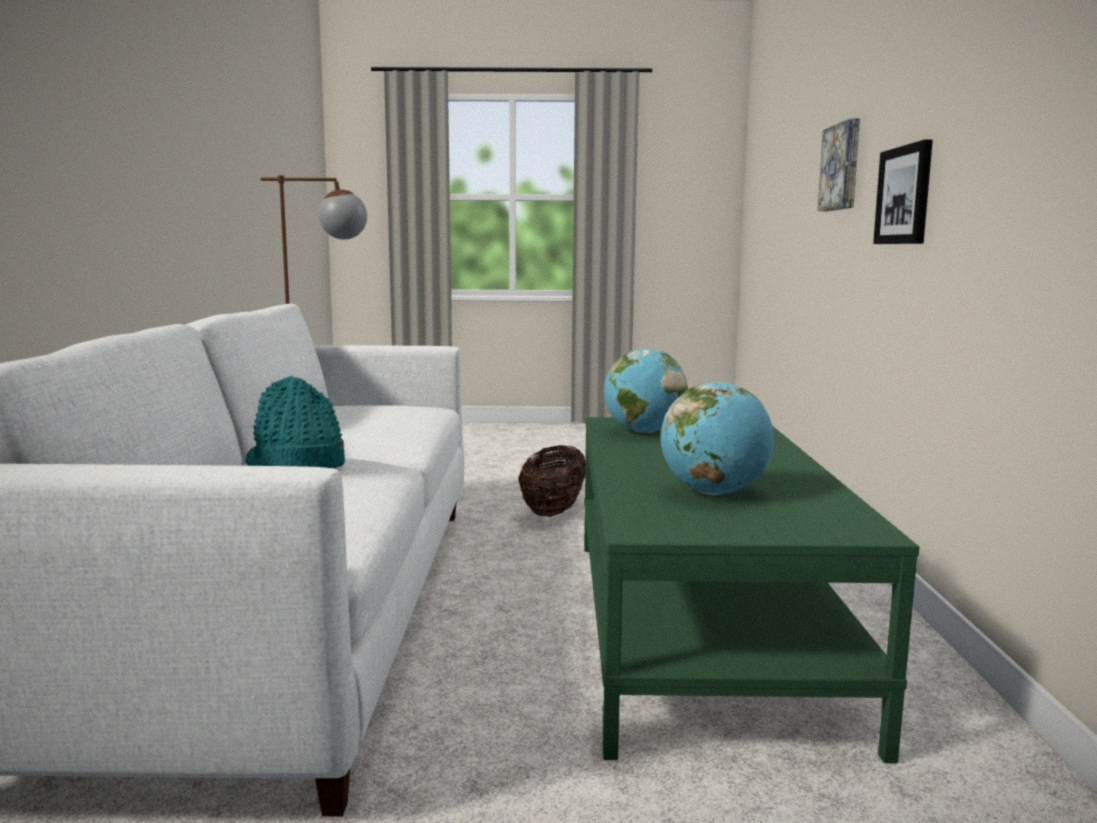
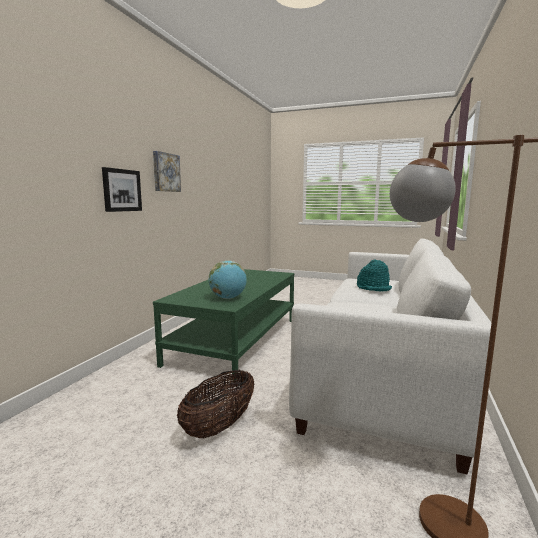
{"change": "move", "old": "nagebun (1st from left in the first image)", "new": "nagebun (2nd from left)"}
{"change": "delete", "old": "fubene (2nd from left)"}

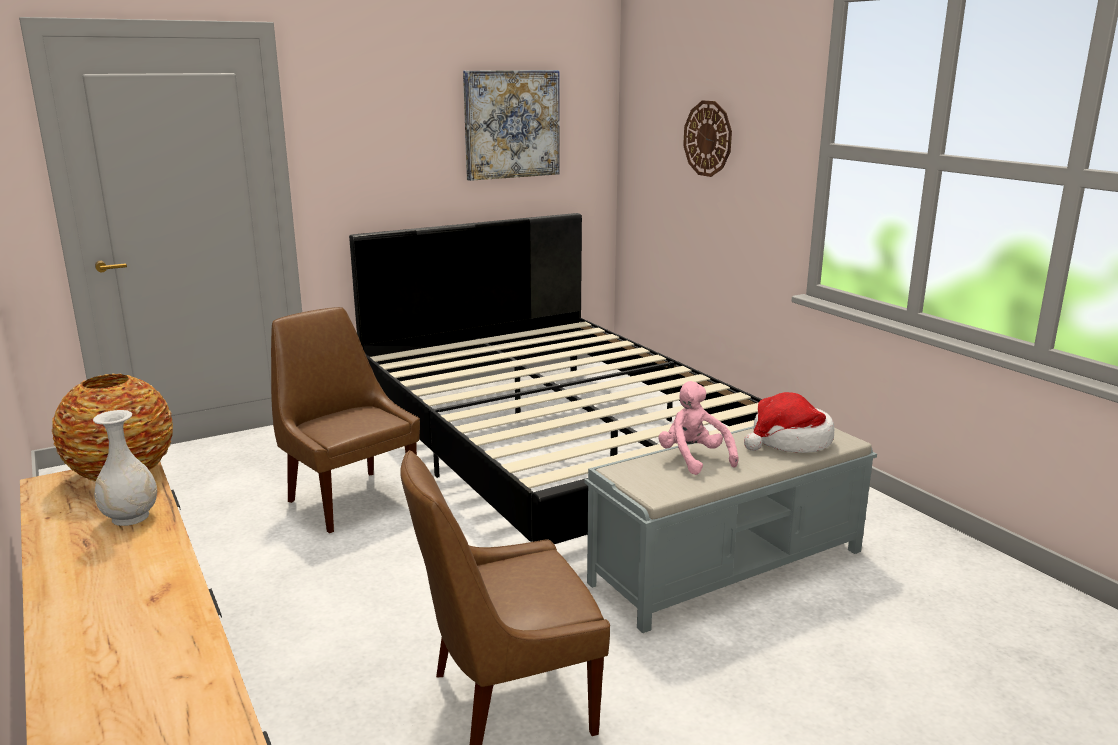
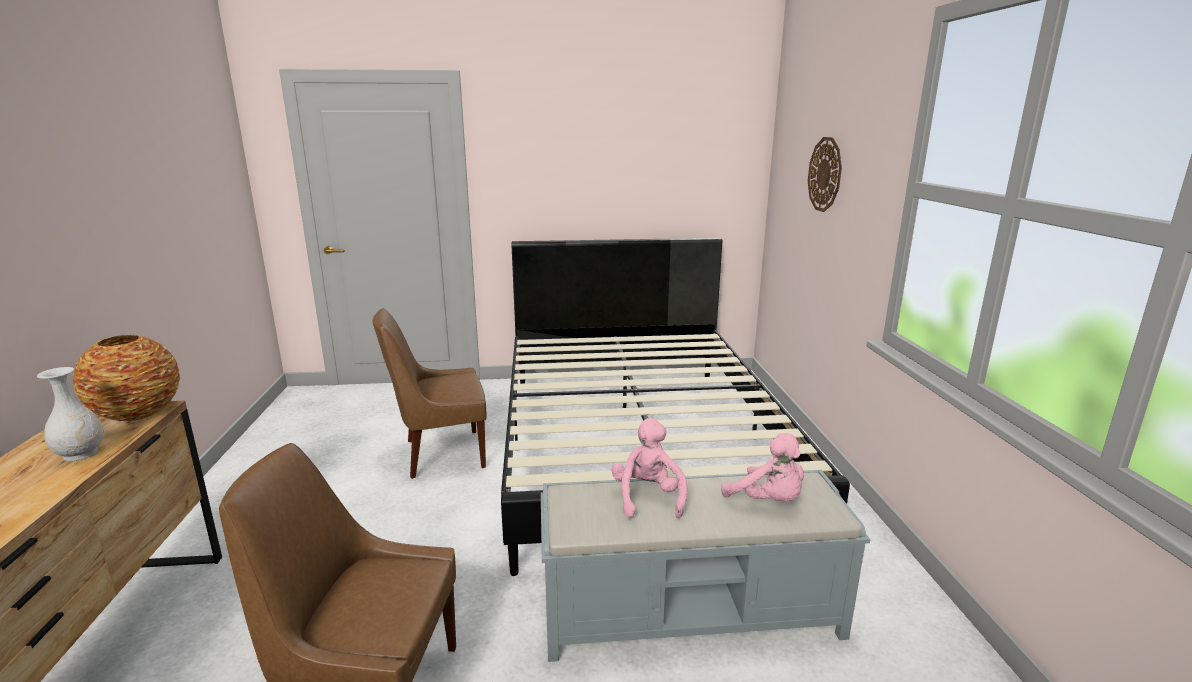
{"change": "rotate", "old": "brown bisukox (1st from left in the first image)", "degrees": -90}
{"change": "replace", "old": "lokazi", "new": "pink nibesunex (2nd from left)"}
{"change": "delete", "old": "nagebun"}

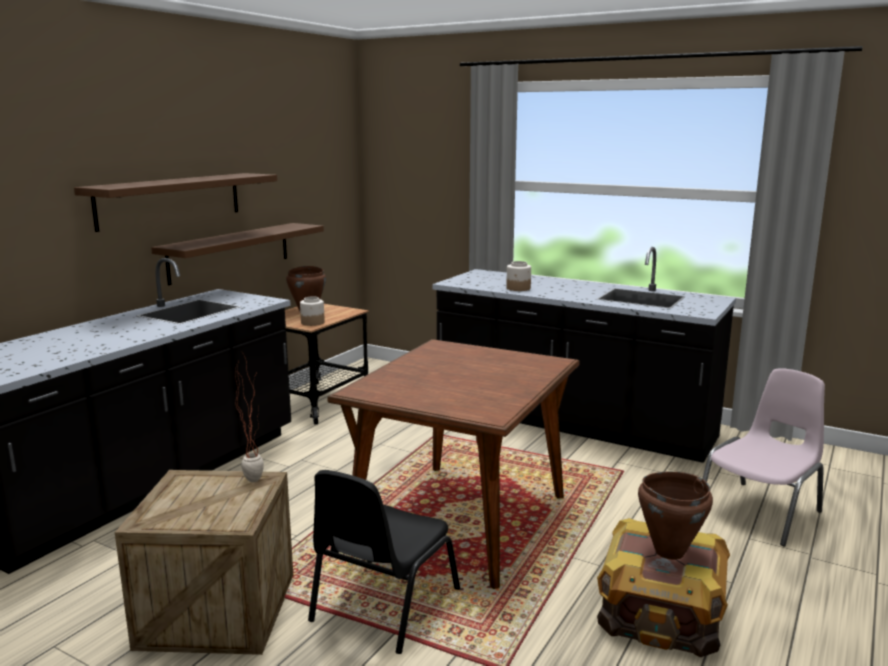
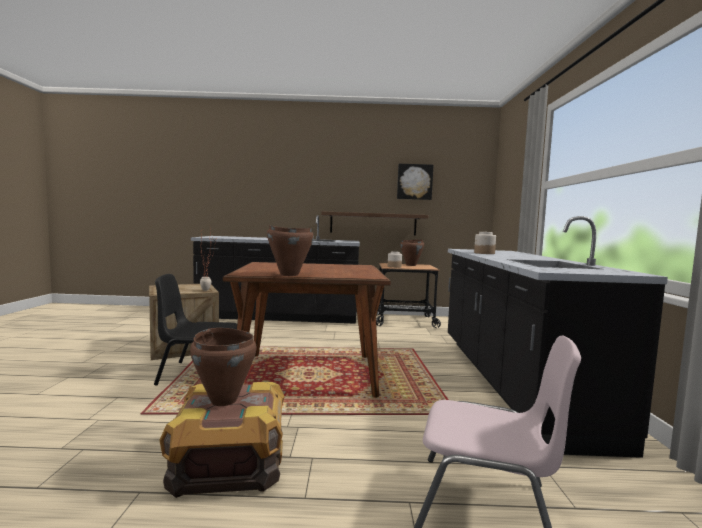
{"change": "insert", "new": "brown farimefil (2nd from left)"}
{"change": "insert", "new": "nagebun"}
{"change": "delete", "old": "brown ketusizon (1st from left)"}

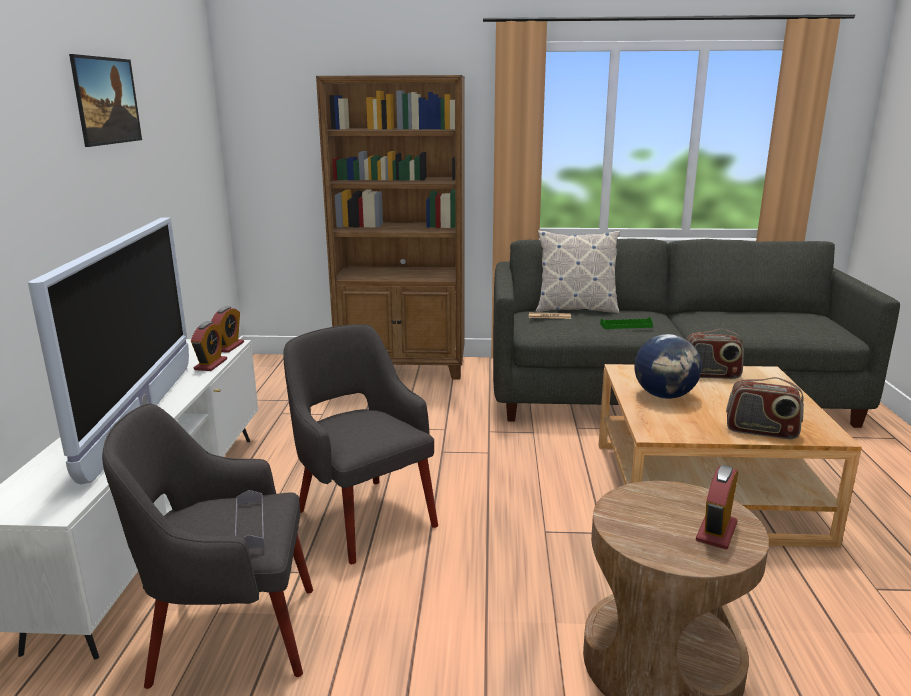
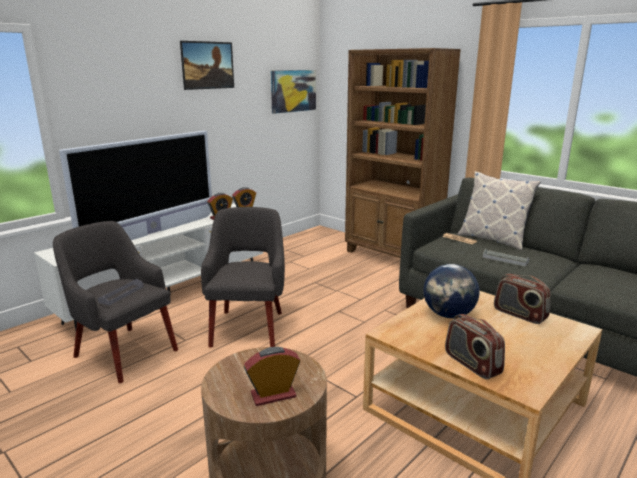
{"change": "insert", "new": "nagebun (2nd from left)"}
{"change": "recolor", "old": "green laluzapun", "new": "grey laluzapun (2nd from left)"}

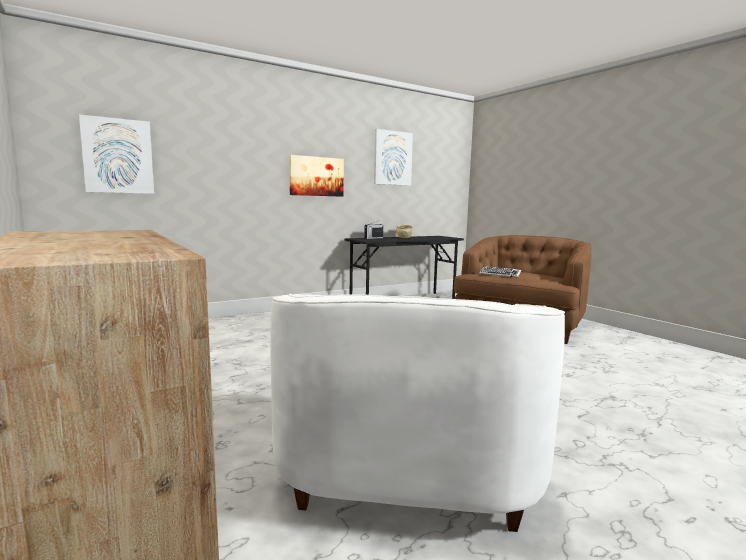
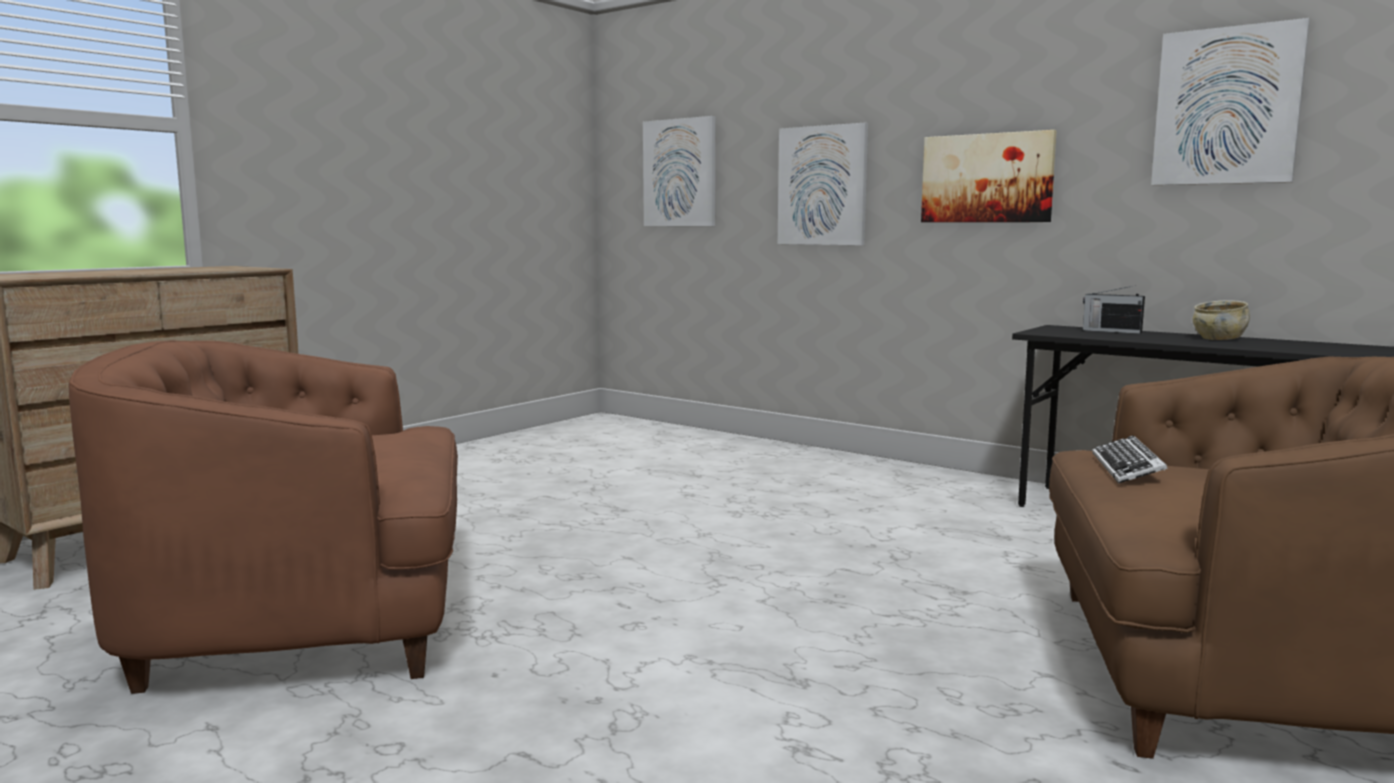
{"change": "recolor", "old": "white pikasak", "new": "brown pikasak (1st from left)"}
{"change": "insert", "new": "nagebun (2nd from left)"}

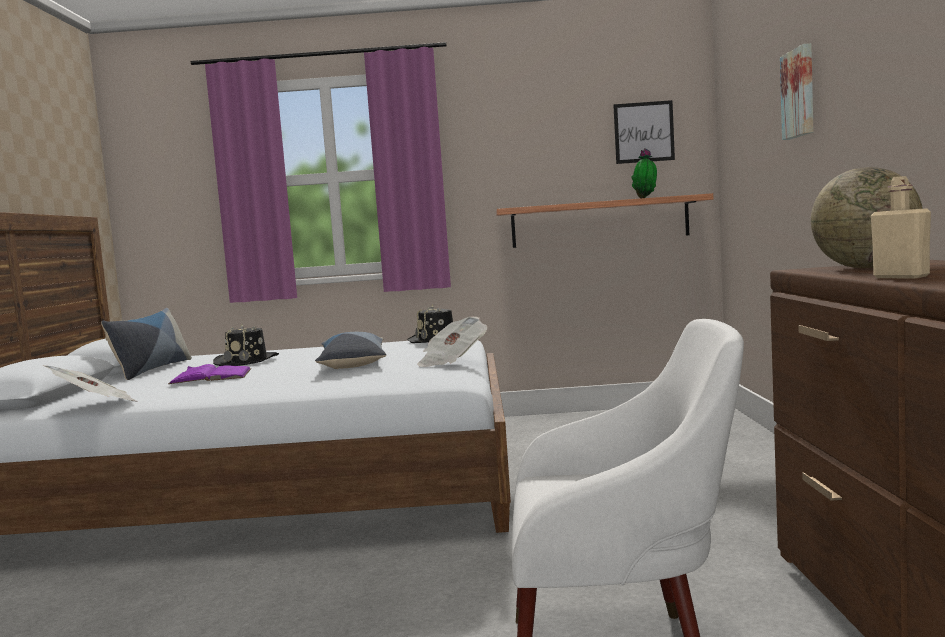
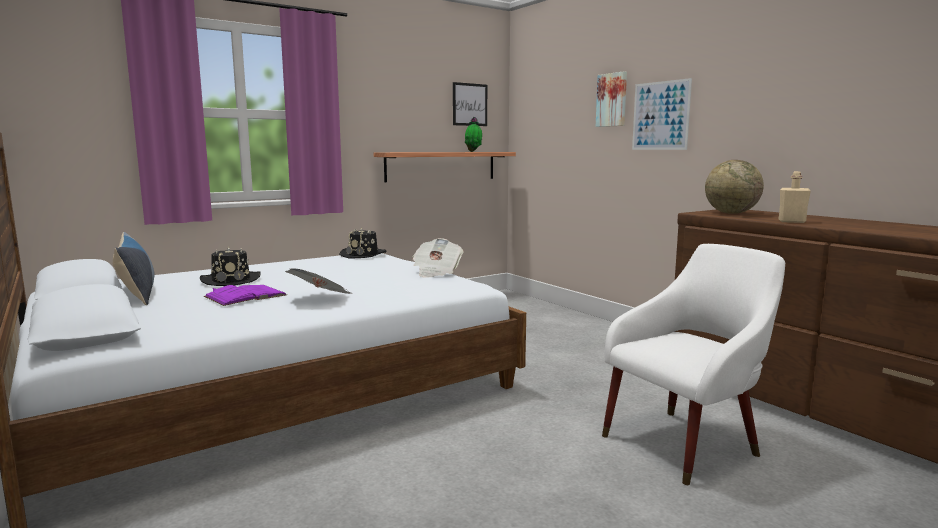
{"change": "move", "old": "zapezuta (1st from left)"}
{"change": "insert", "new": "nagebun (3rd from left)"}
{"change": "delete", "old": "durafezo (2nd from left)"}

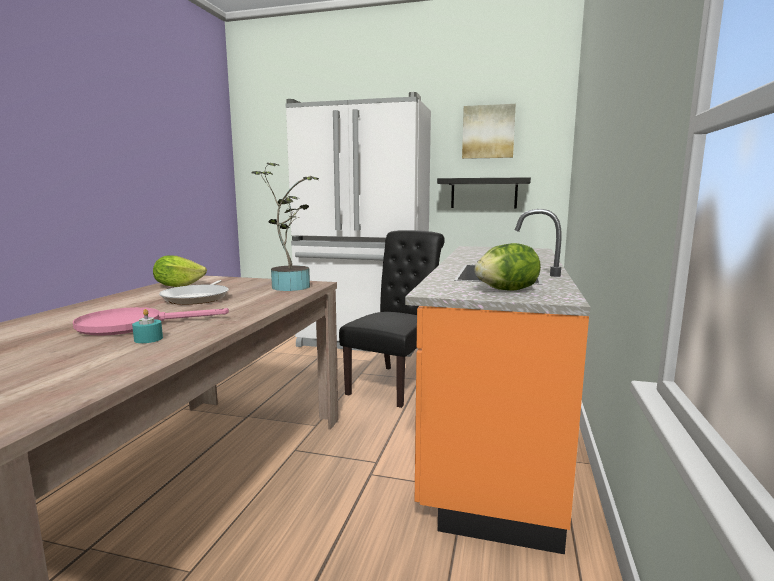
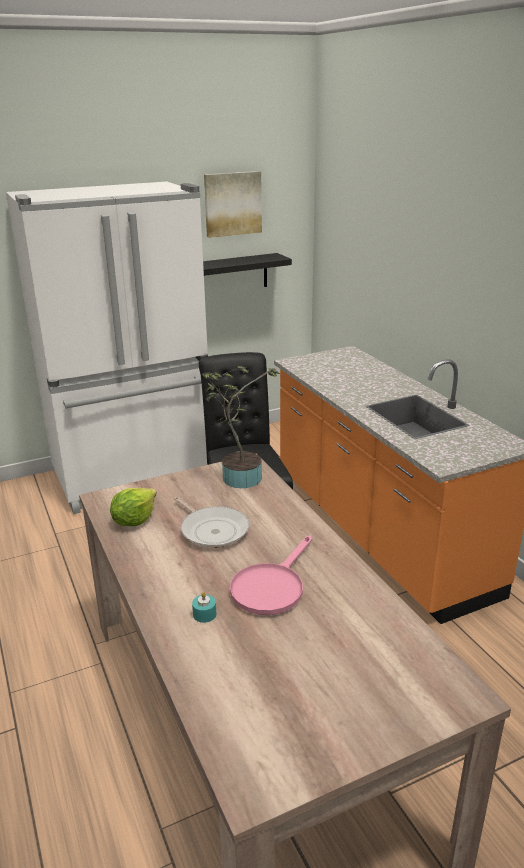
{"change": "move", "old": "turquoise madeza"}
{"change": "delete", "old": "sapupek (2nd from left)"}

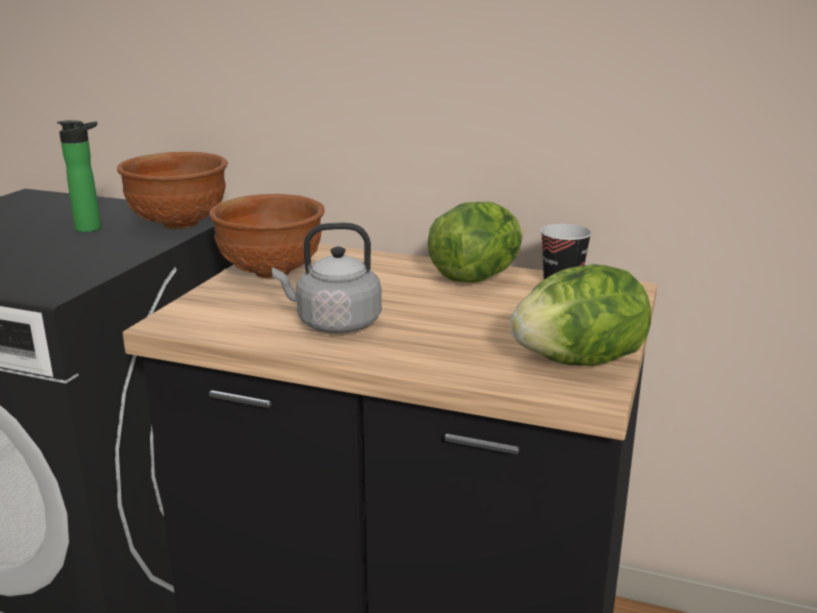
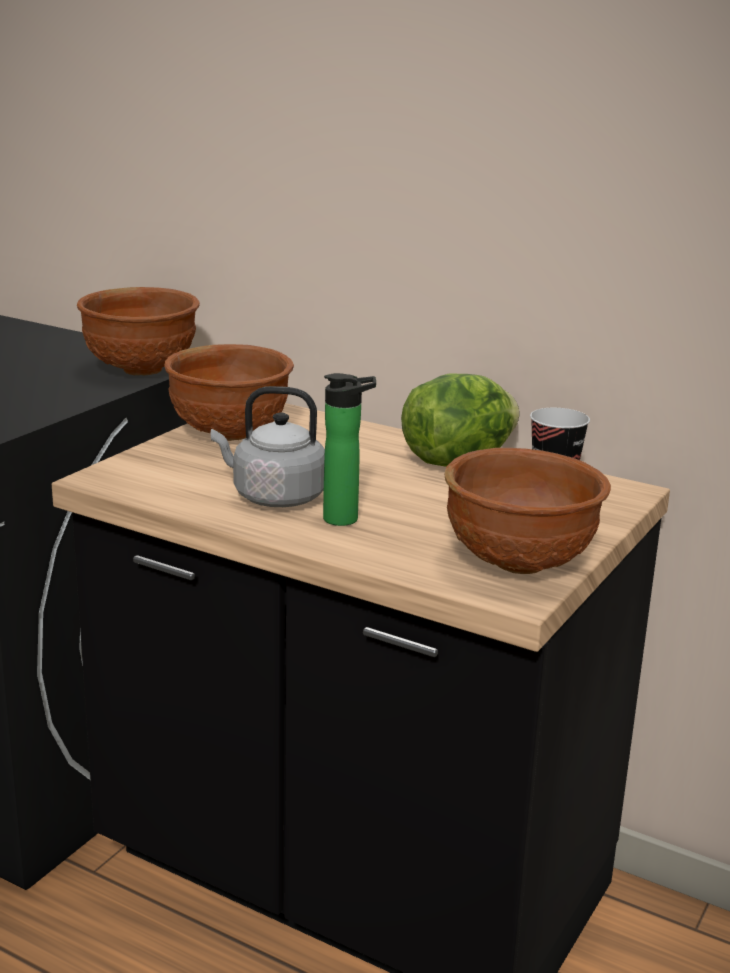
{"change": "move", "old": "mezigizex"}
{"change": "replace", "old": "sapupek (2nd from left)", "new": "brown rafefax (3rd from left)"}

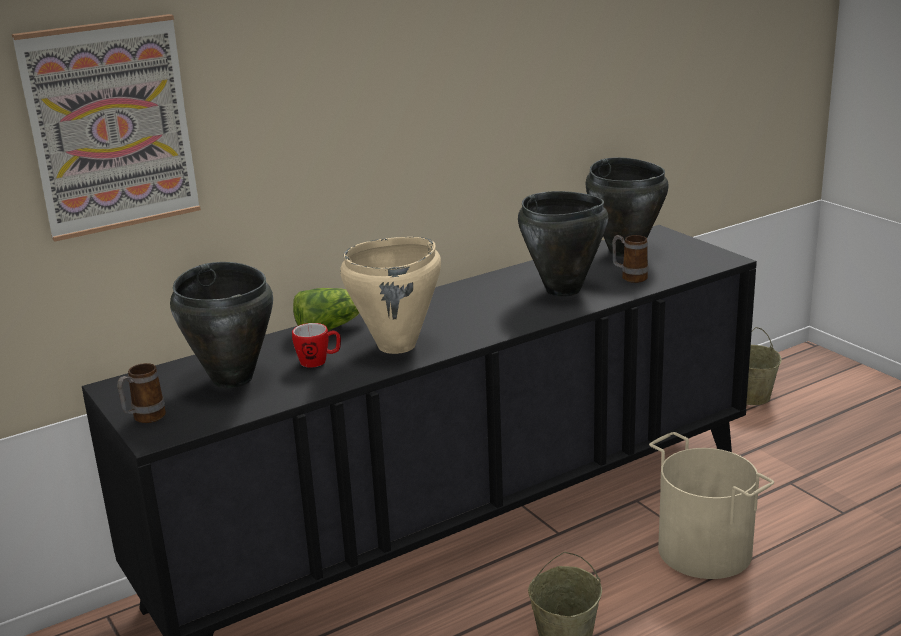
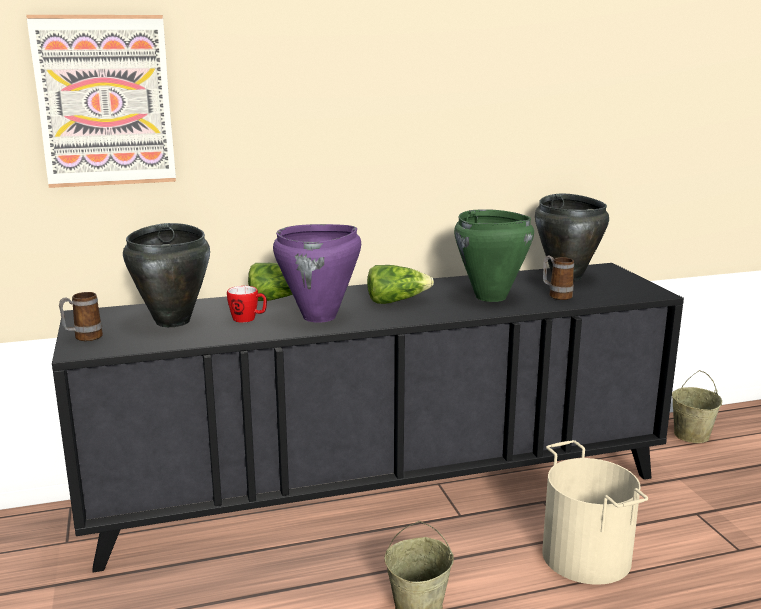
{"change": "recolor", "old": "beige farimefil", "new": "purple farimefil"}
{"change": "insert", "new": "sapupek (2nd from left)"}
{"change": "recolor", "old": "black farimefil (2nd from left)", "new": "green farimefil"}

